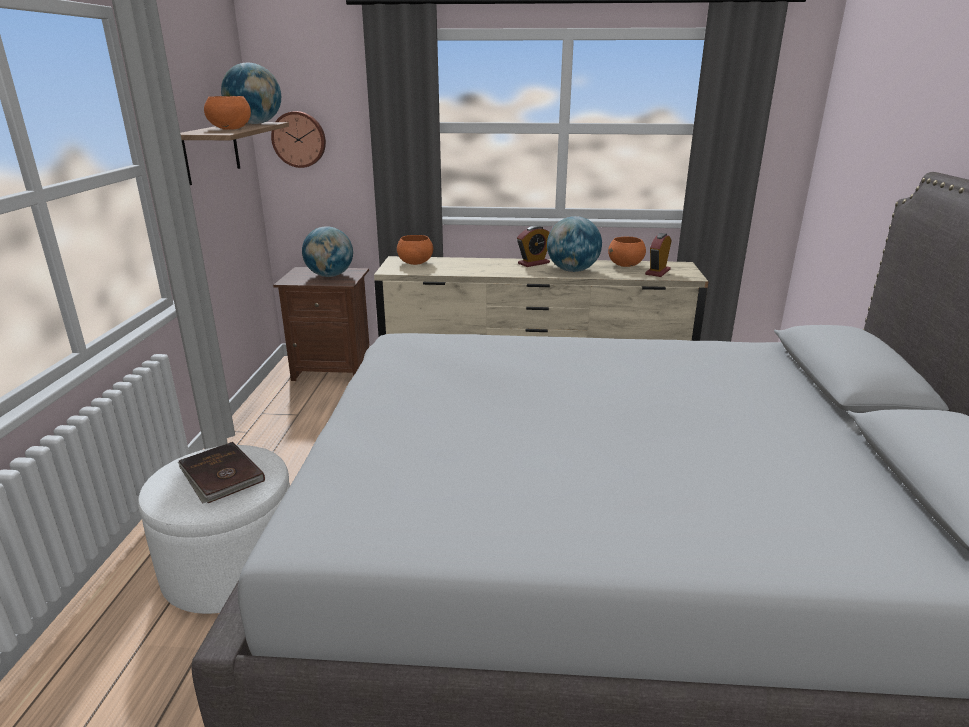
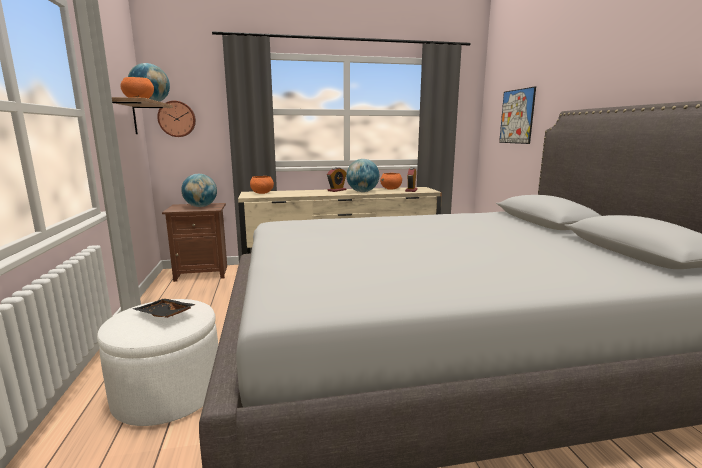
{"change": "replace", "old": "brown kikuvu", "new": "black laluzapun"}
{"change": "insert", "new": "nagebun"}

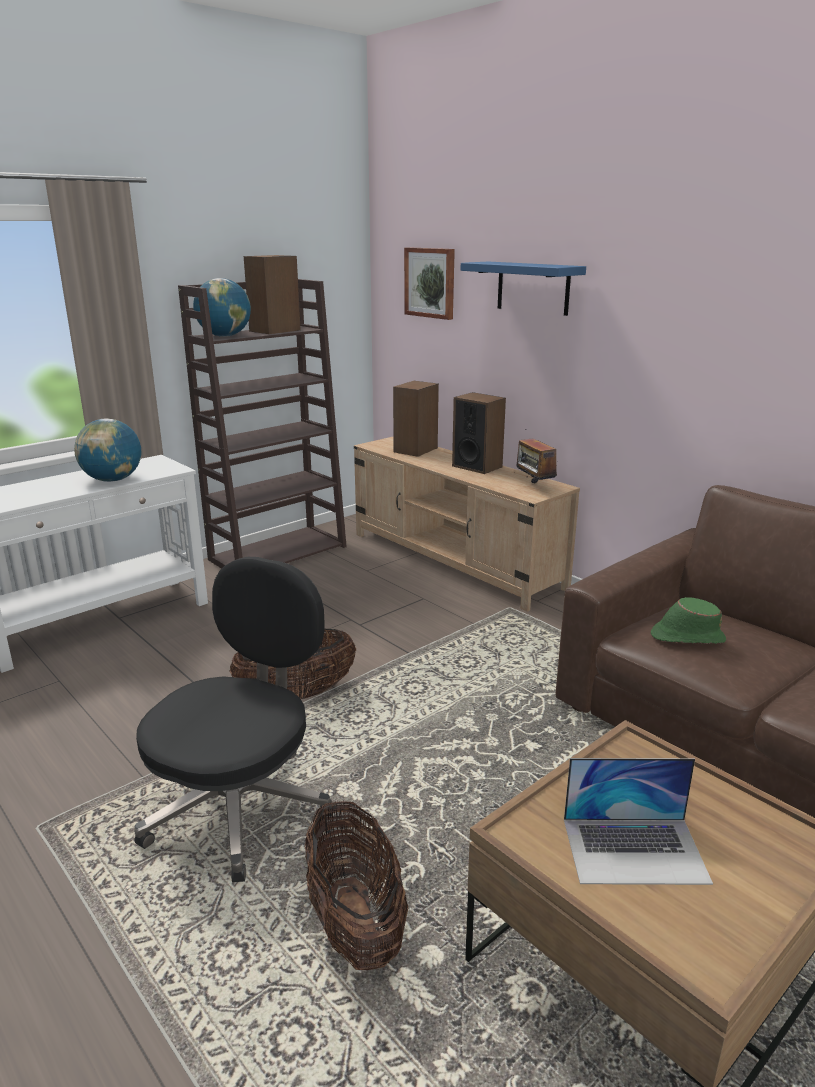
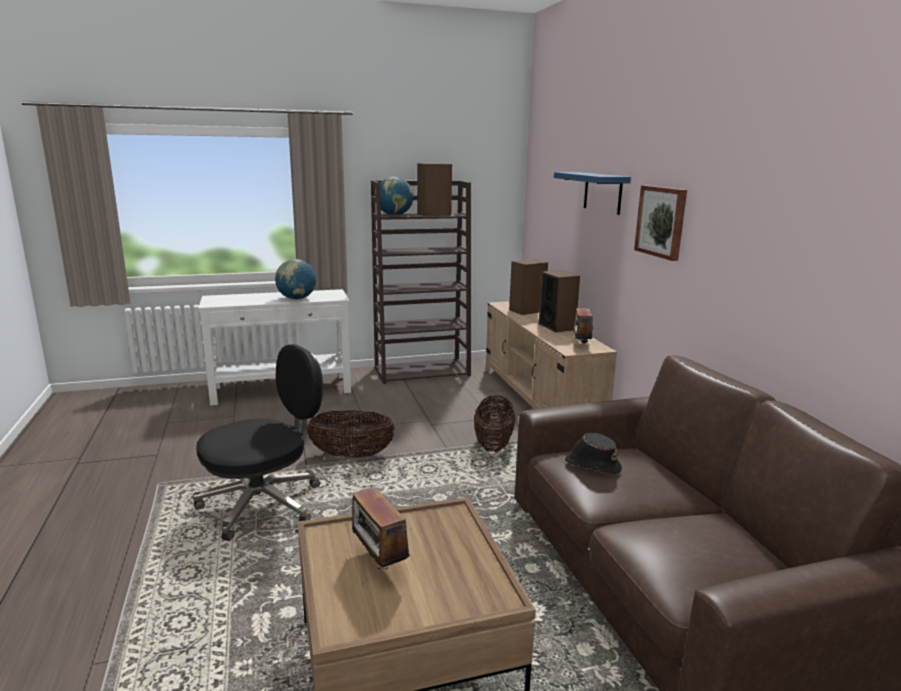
{"change": "replace", "old": "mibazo", "new": "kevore (1st from left)"}
{"change": "move", "old": "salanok (2nd from left)"}
{"change": "recolor", "old": "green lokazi", "new": "black lokazi"}
{"change": "move", "old": "nagebun"}

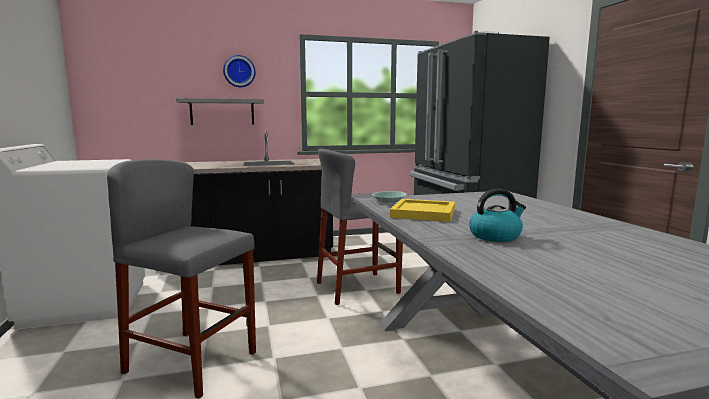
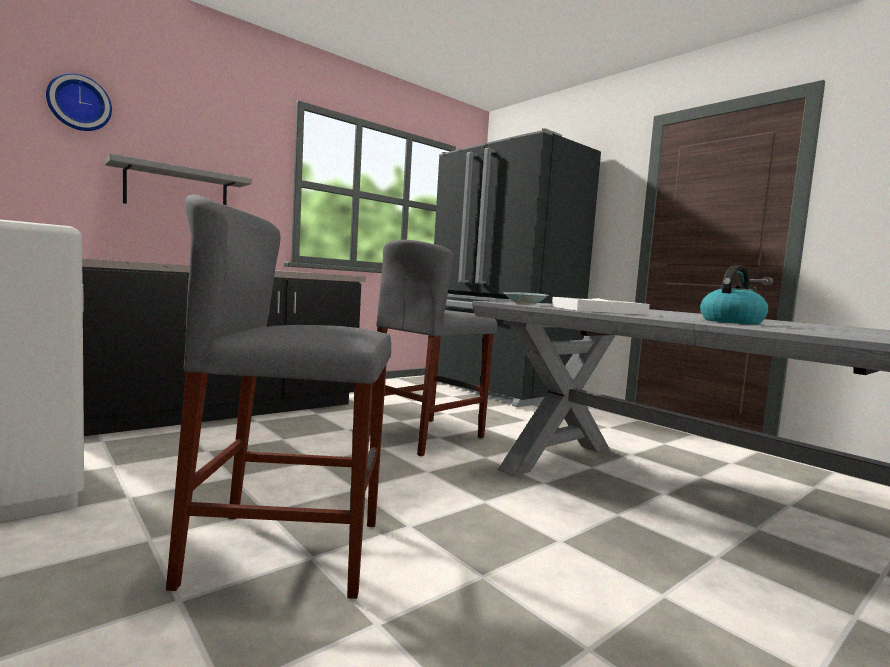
{"change": "move", "old": "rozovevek"}
{"change": "recolor", "old": "yellow laluzapun", "new": "white laluzapun"}

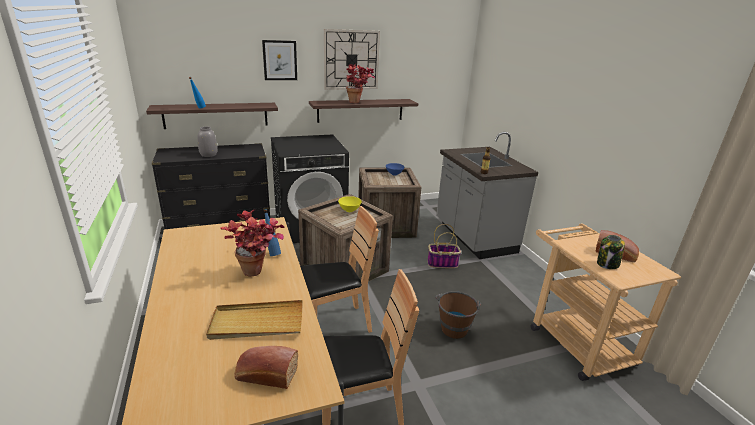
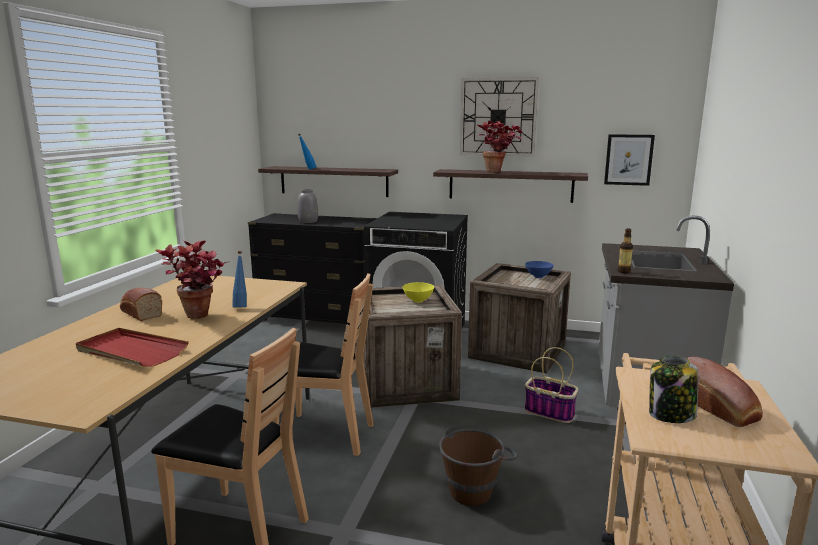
{"change": "recolor", "old": "beige laluzapun", "new": "red laluzapun"}
{"change": "move", "old": "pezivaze (1st from left)"}
{"change": "move", "old": "nagebun"}

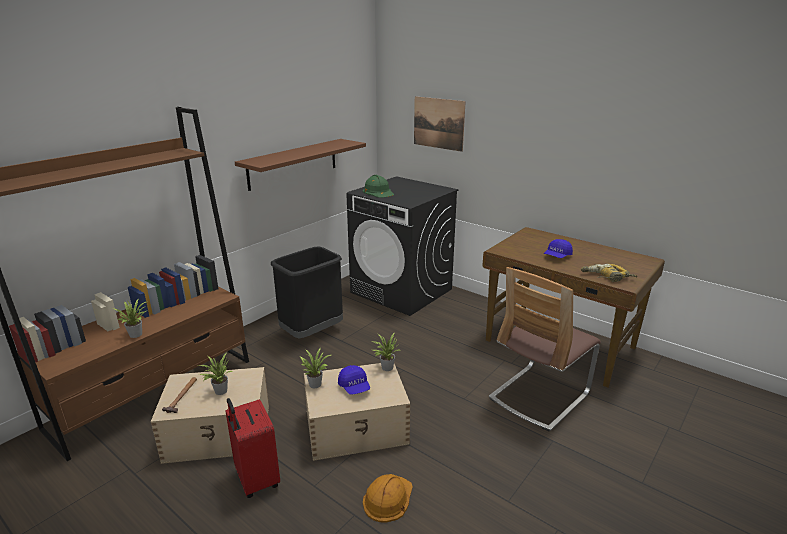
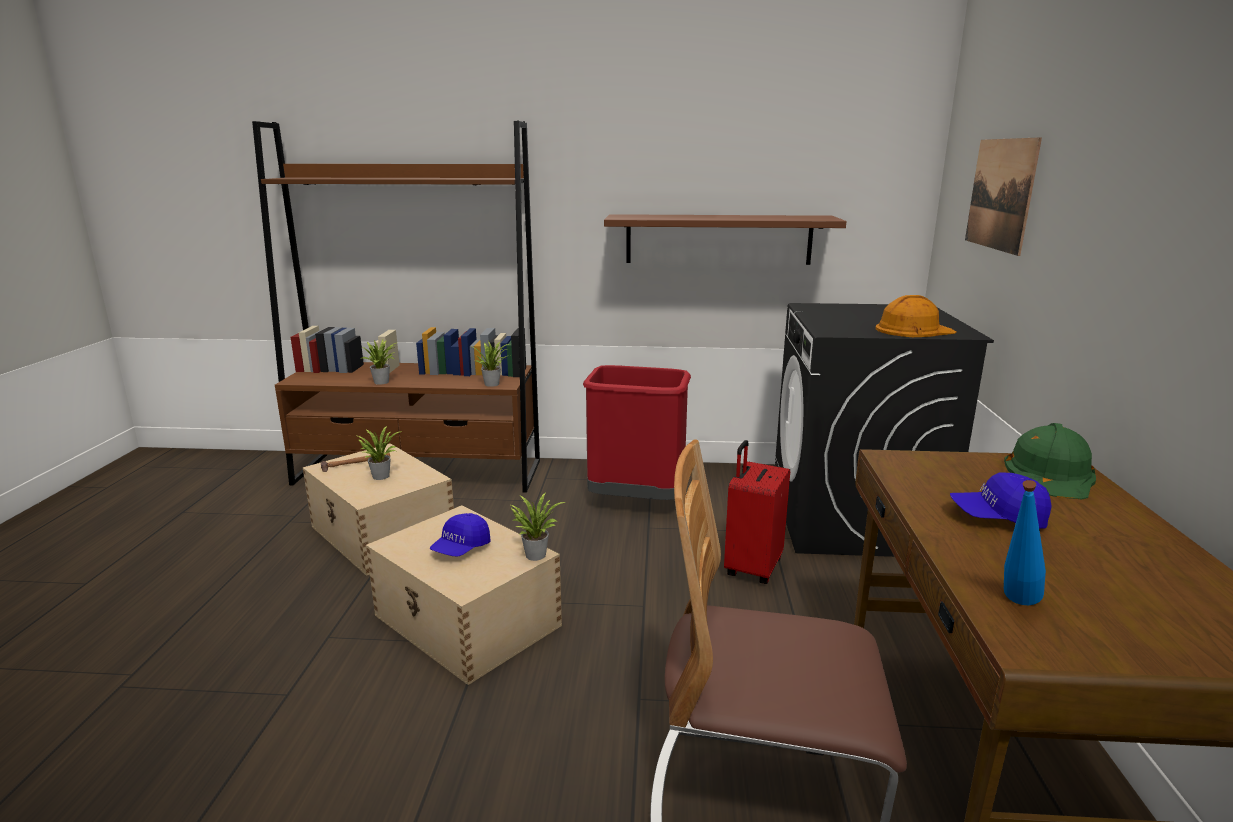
{"change": "move", "old": "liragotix (3rd from left)"}
{"change": "recolor", "old": "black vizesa", "new": "red vizesa"}
{"change": "move", "old": "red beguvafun"}
{"change": "move", "old": "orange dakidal"}
{"change": "move", "old": "green dakidal"}
{"change": "replace", "old": "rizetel", "new": "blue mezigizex"}

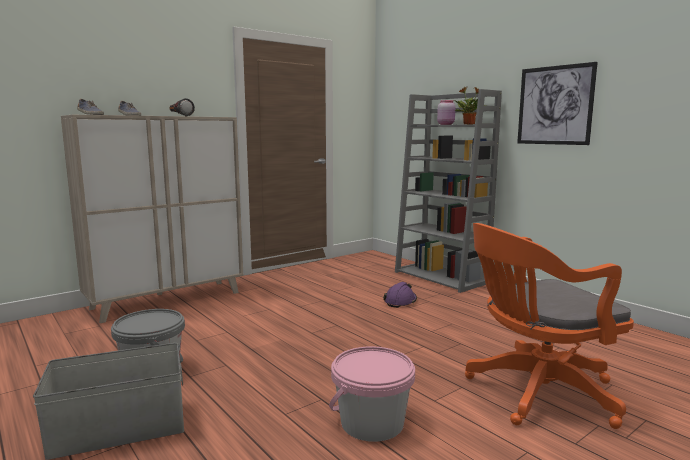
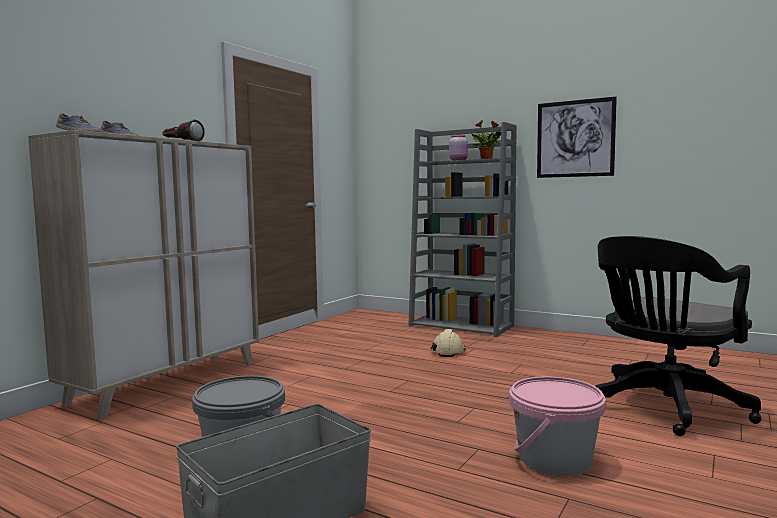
{"change": "recolor", "old": "purple dakidal", "new": "beige dakidal"}
{"change": "recolor", "old": "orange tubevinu", "new": "black tubevinu"}

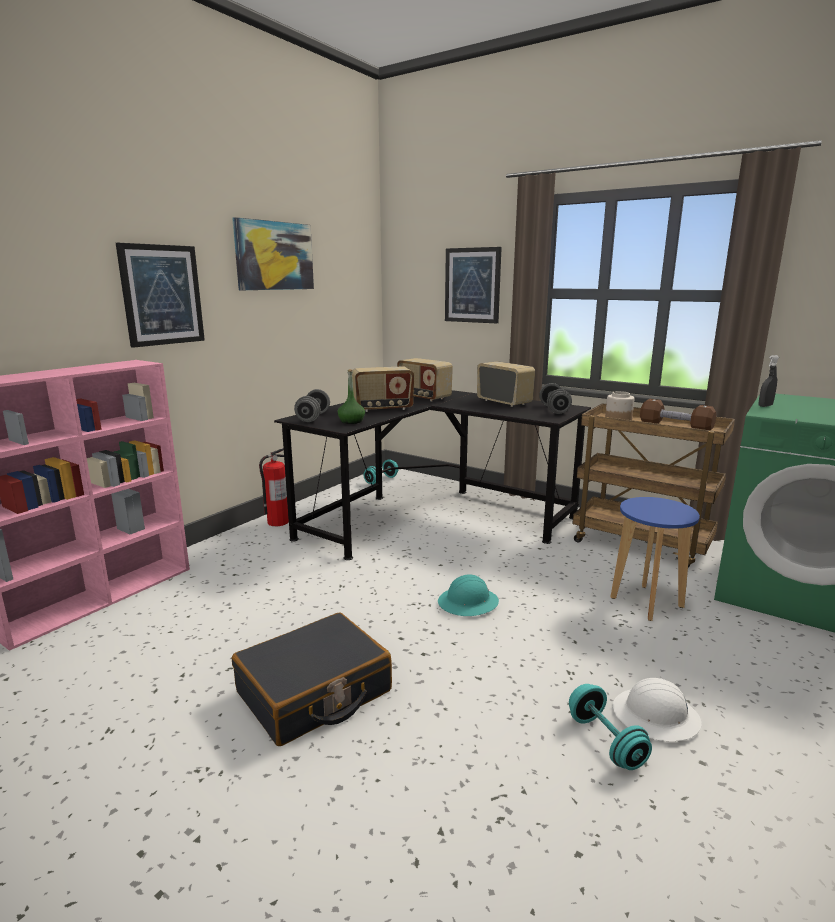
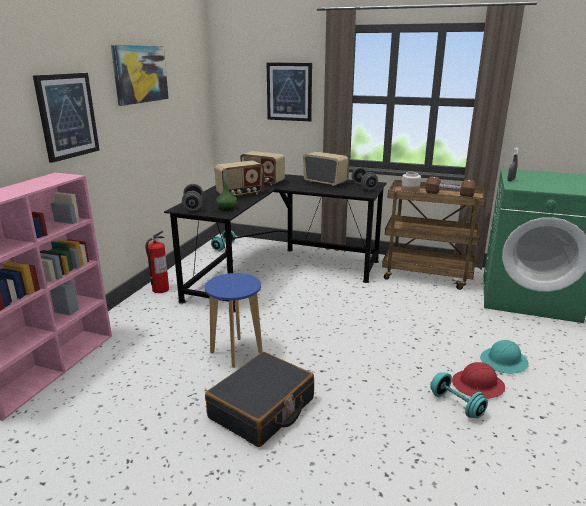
{"change": "move", "old": "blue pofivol"}
{"change": "recolor", "old": "white dakidal", "new": "red dakidal"}
{"change": "move", "old": "turquoise dakidal"}

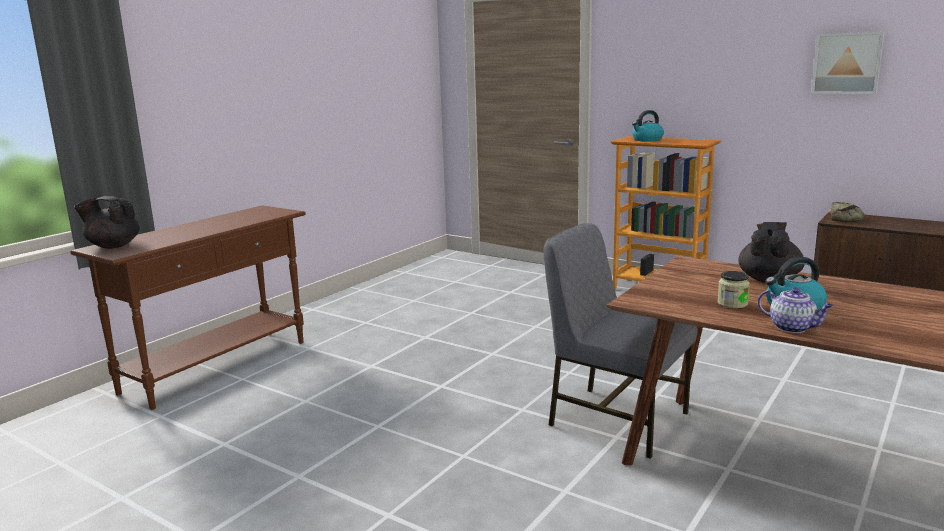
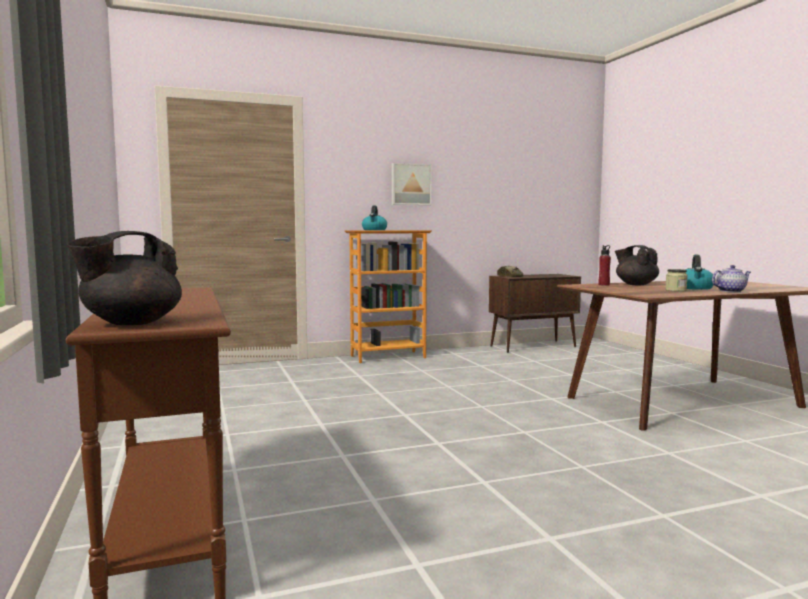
{"change": "move", "old": "nagebun"}
{"change": "insert", "new": "red mezigizex"}
{"change": "delete", "old": "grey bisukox"}

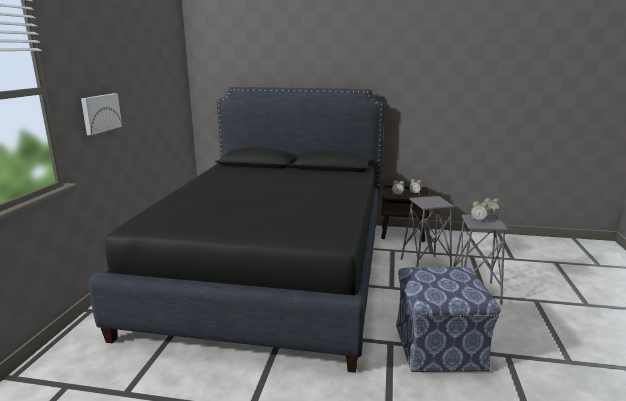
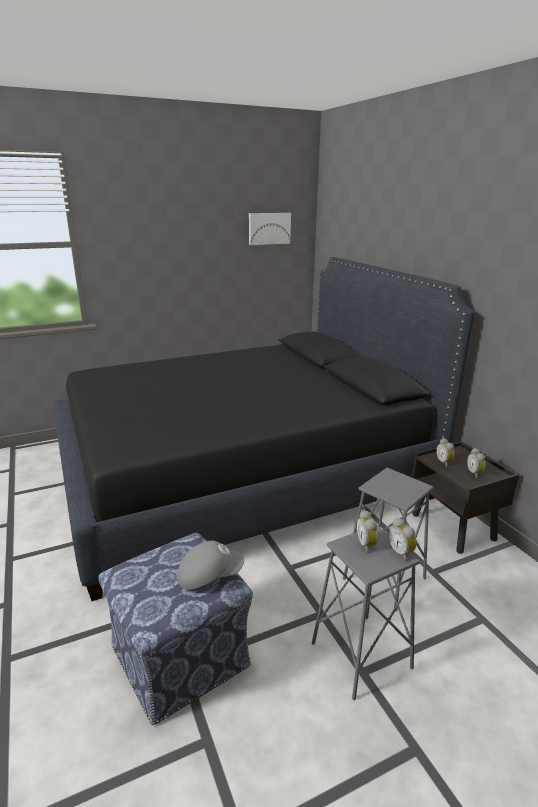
{"change": "insert", "new": "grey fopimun"}
{"change": "move", "old": "nagebun"}

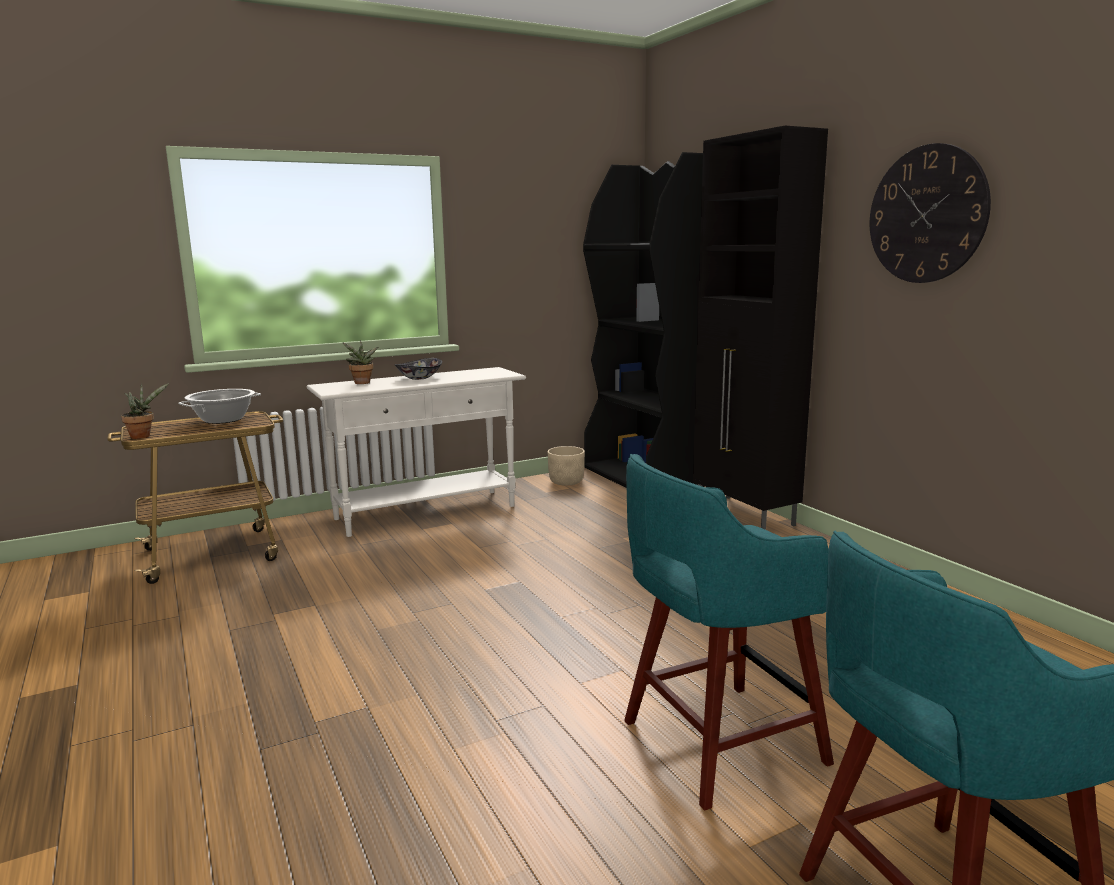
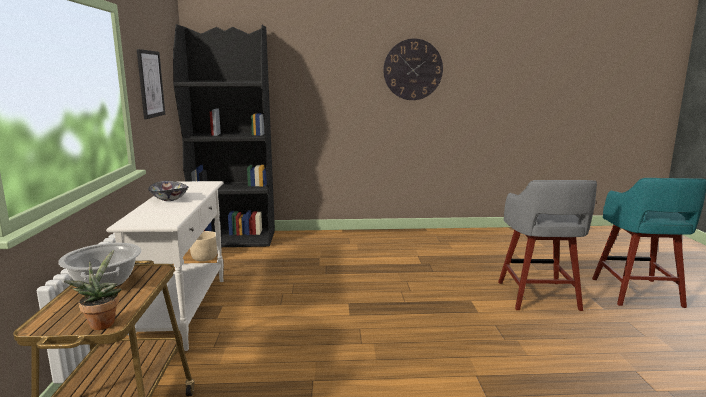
{"change": "insert", "new": "nagebun"}
{"change": "recolor", "old": "turquoise pofivol (1st from left)", "new": "grey pofivol"}
{"change": "delete", "old": "liragotix (2nd from left)"}
{"change": "delete", "old": "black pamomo"}

